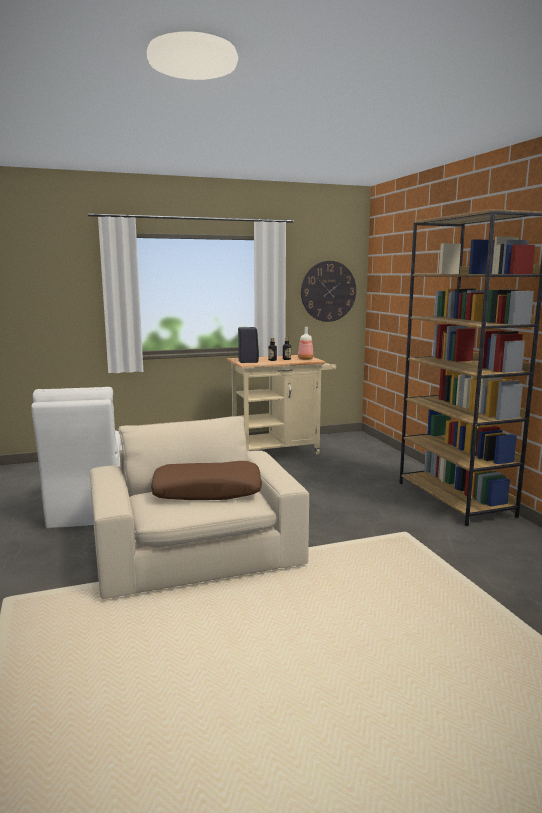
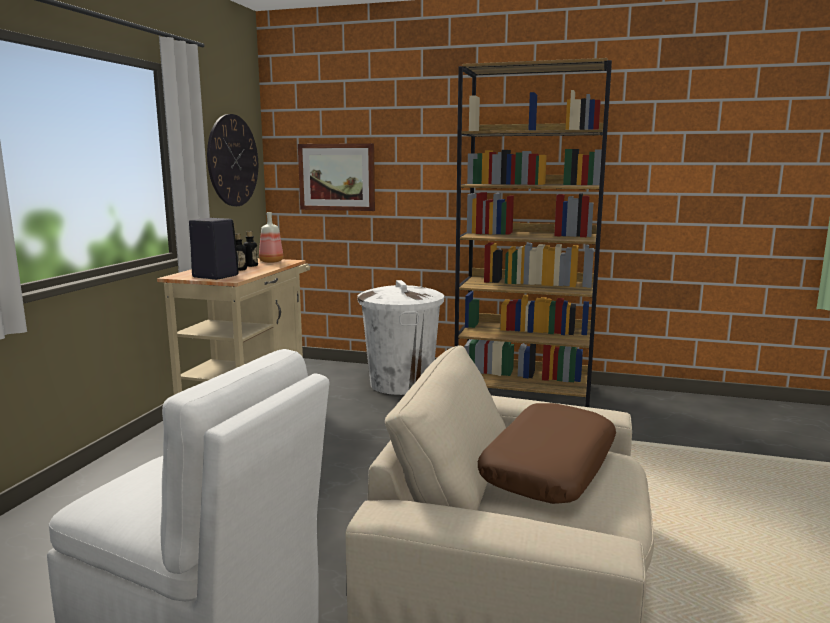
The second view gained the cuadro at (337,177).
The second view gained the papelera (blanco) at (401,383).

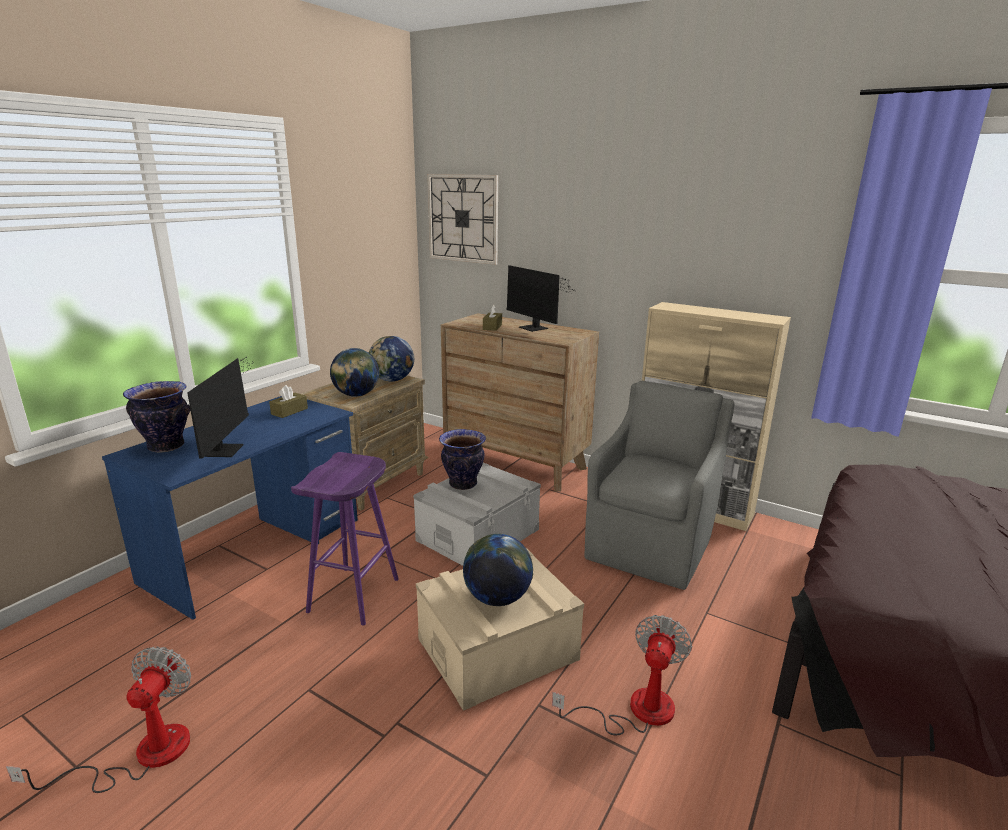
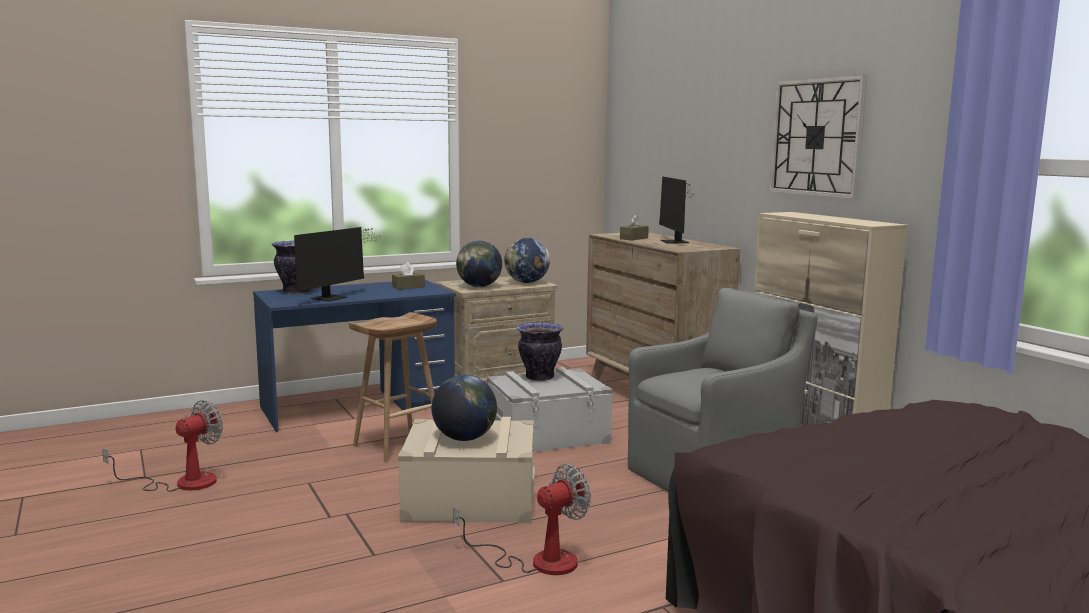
The reloj de pared ended up elsewhere, having gone from (463,218) to (816,137).
What was the taburete (morado) at (354,596) turned into the taburete (marrón) at (398,446).

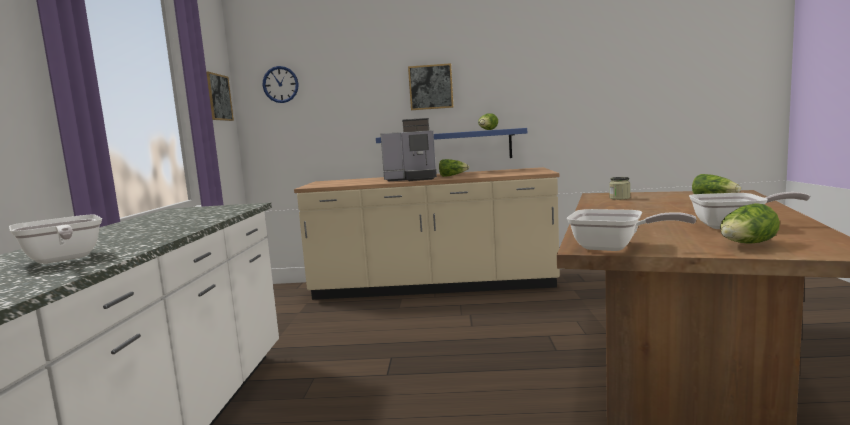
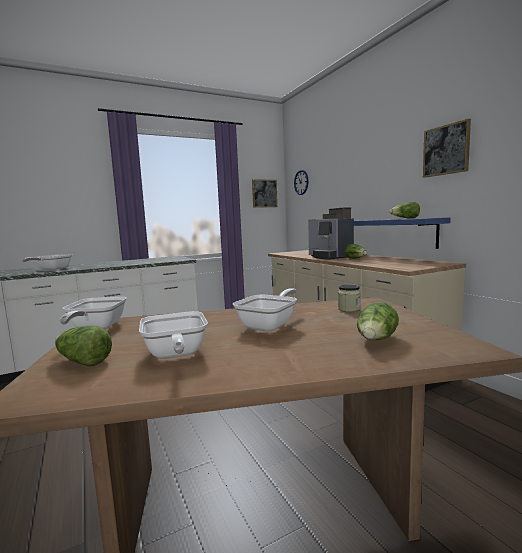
The second view gained the sartén at (270,325).
The cuadro ended up elsewhere, having gone from (430,87) to (446,150).

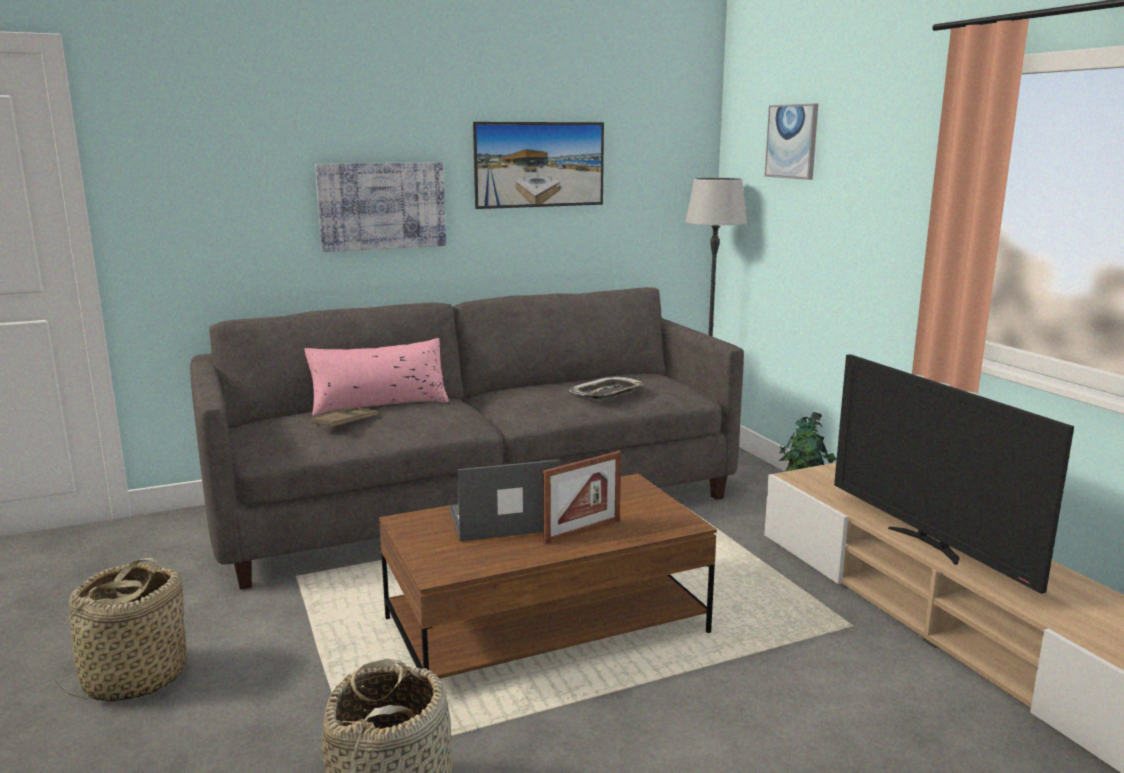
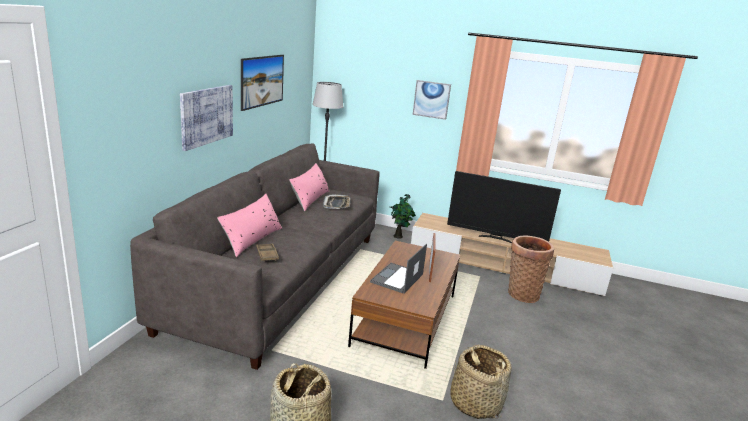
The second view gained the cojín (rosa) at (310,199).
The second view gained the cesta at (522,293).
The cuadro ended up elsewhere, having gone from (792,141) to (431,99).

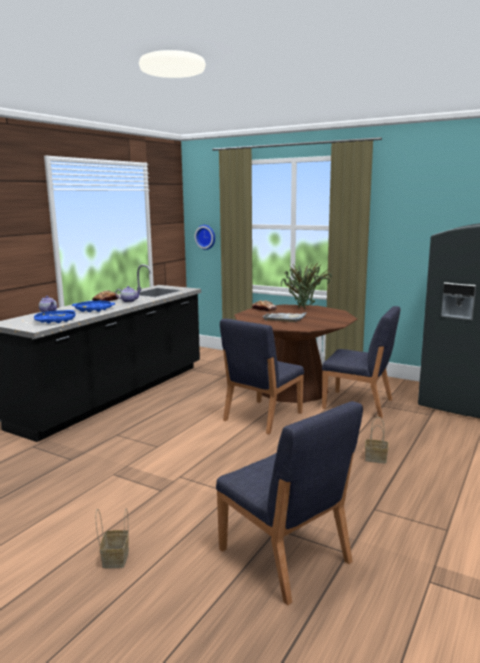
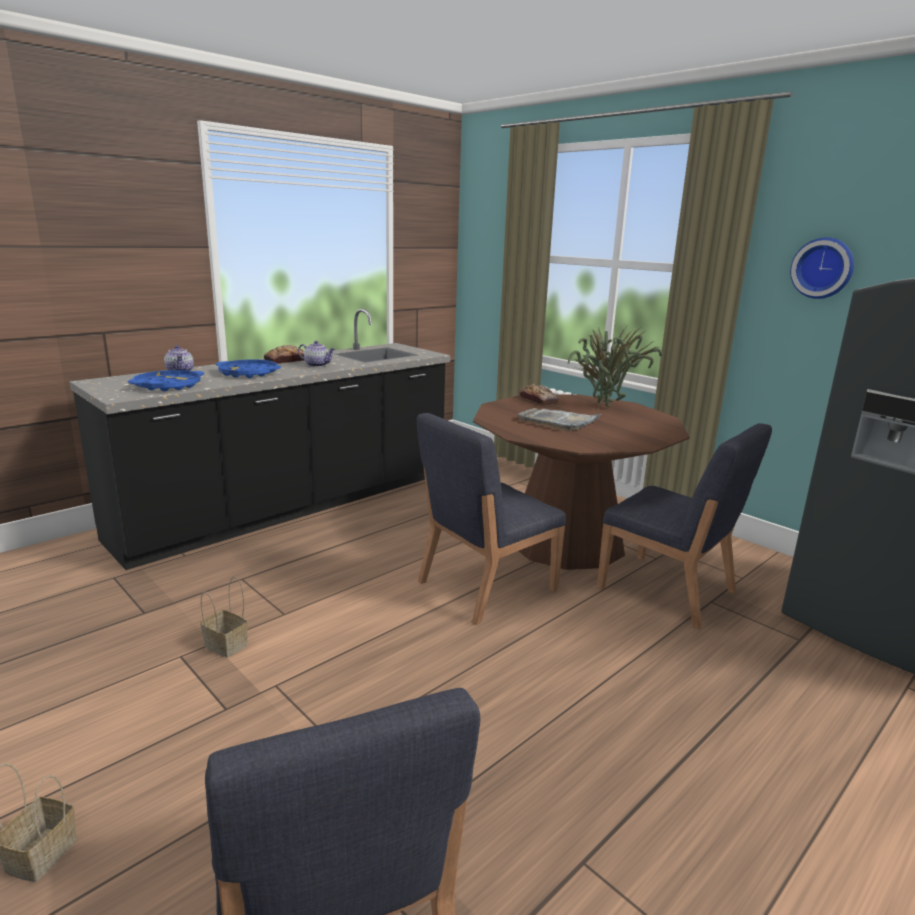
The reloj de pared ended up elsewhere, having gone from (206,237) to (823,268).
The cesta ended up elsewhere, having gone from (376,458) to (227,645).

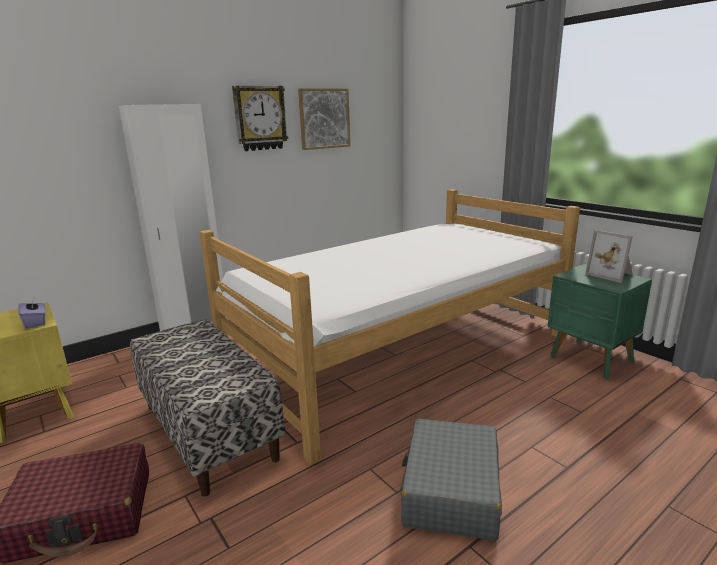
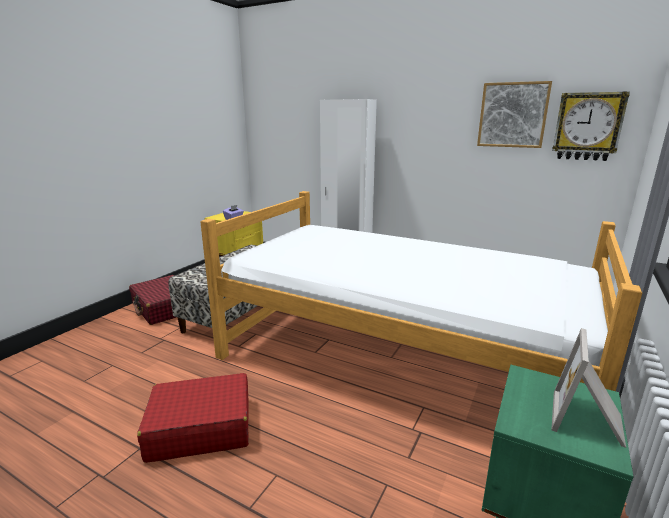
The reloj de pared ended up elsewhere, having gone from (260,118) to (587,126).
What was the maleta (gris) at (450,490) turned into the maleta (rojo) at (200,428).

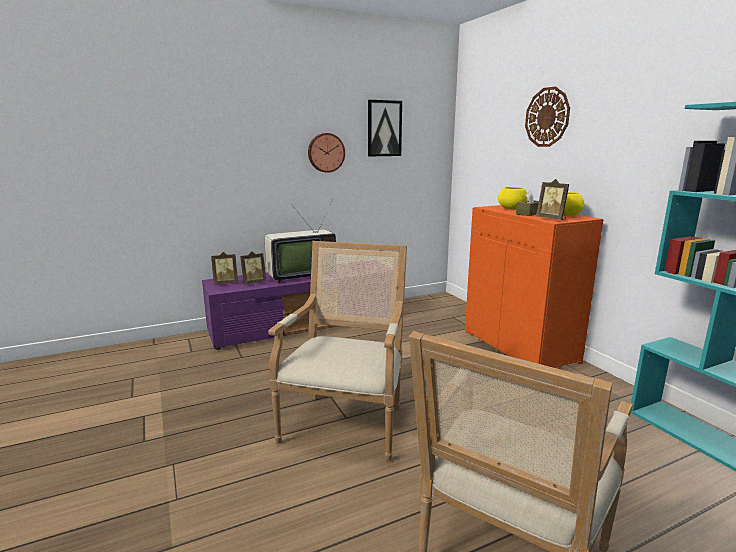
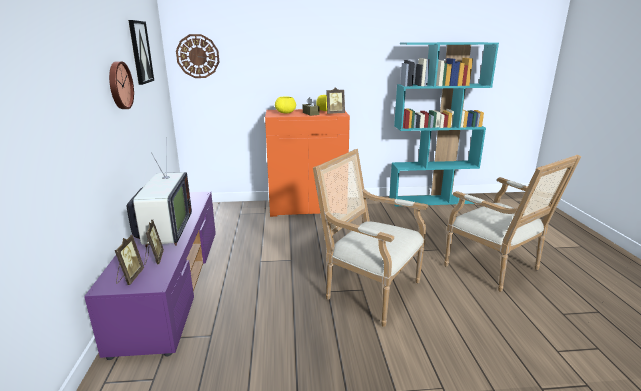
The reloj de pared ended up elsewhere, having gone from (547,117) to (198,56).

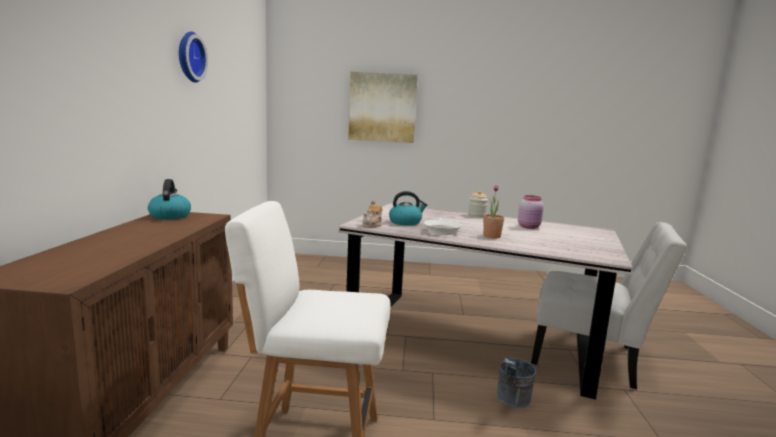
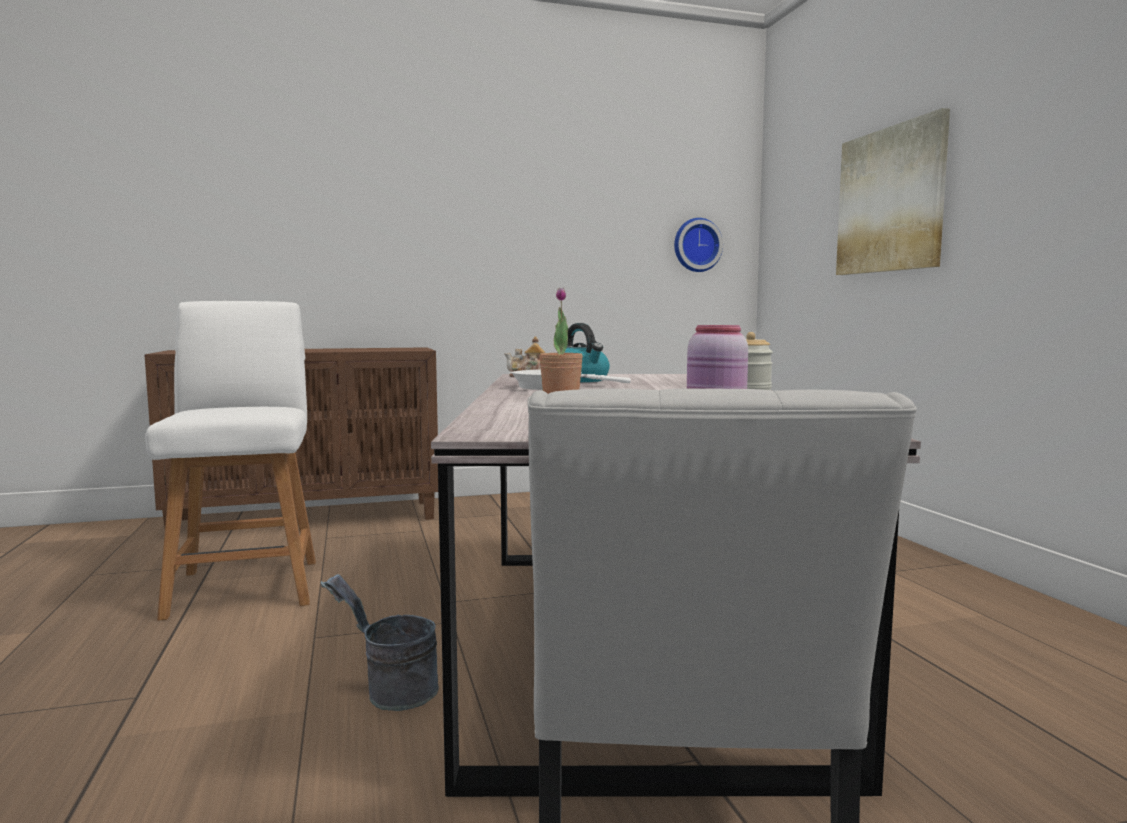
The second view lost the hervidor at (170,216).
The reloj de pared ended up elsewhere, having gone from (189,57) to (696,245).

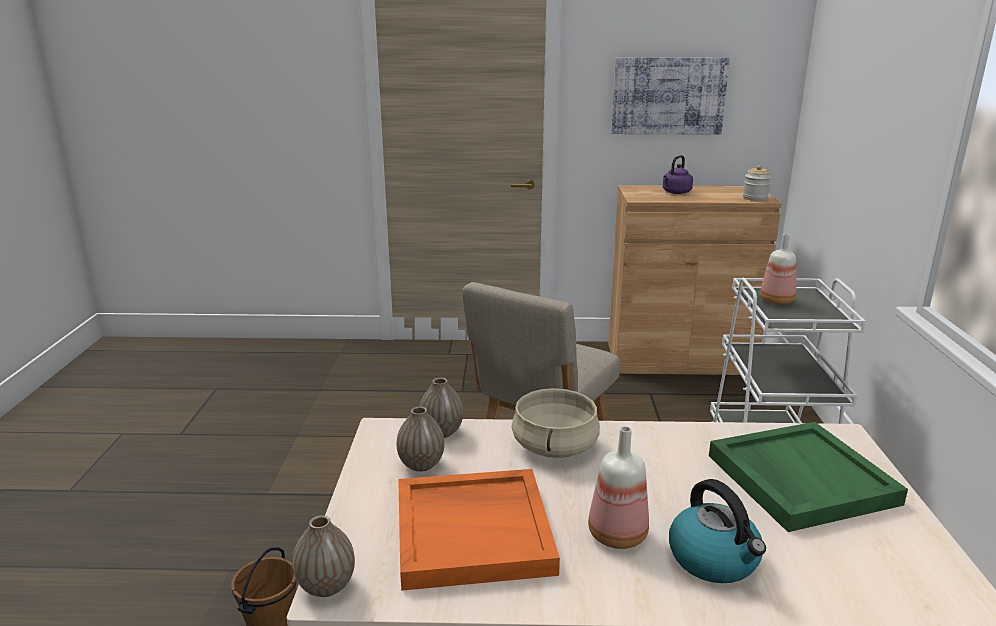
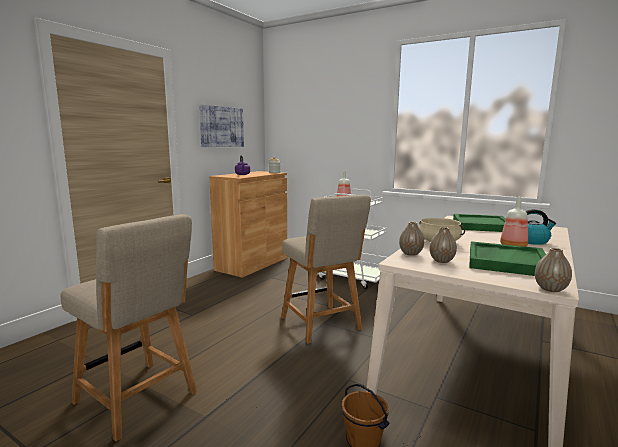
The second view gained the silla (beis) at (139,399).
What was the bandeja (naranja) at (474,531) turned into the bandeja (verde) at (506,262).

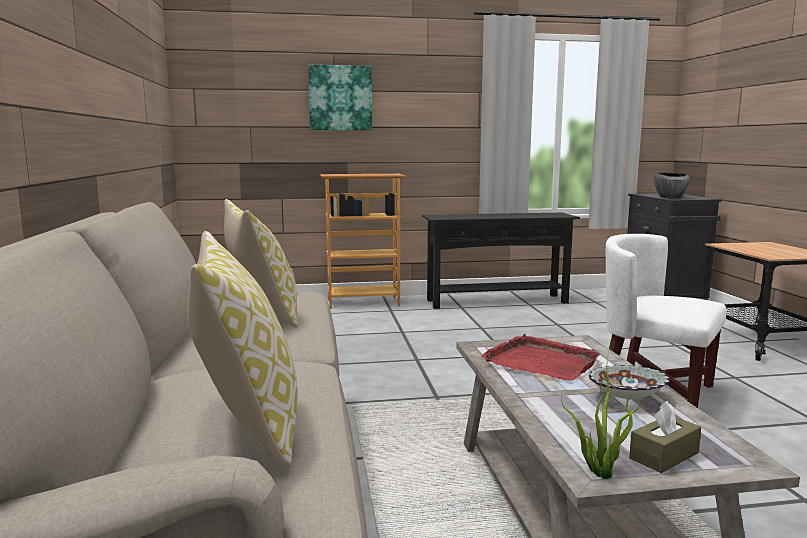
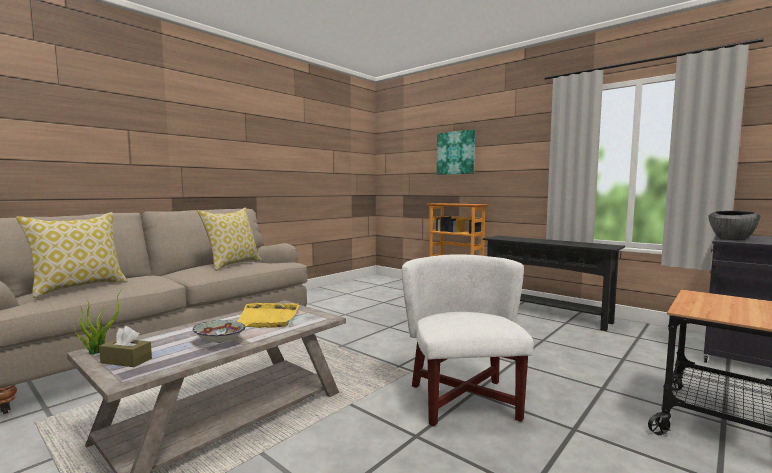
What was the bandeja (rojo) at (541,362) turned into the bandeja (amarillo) at (268,318).

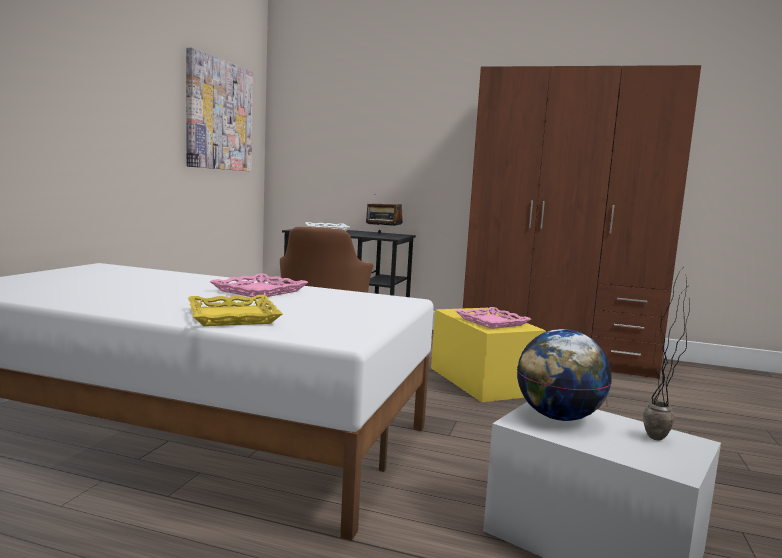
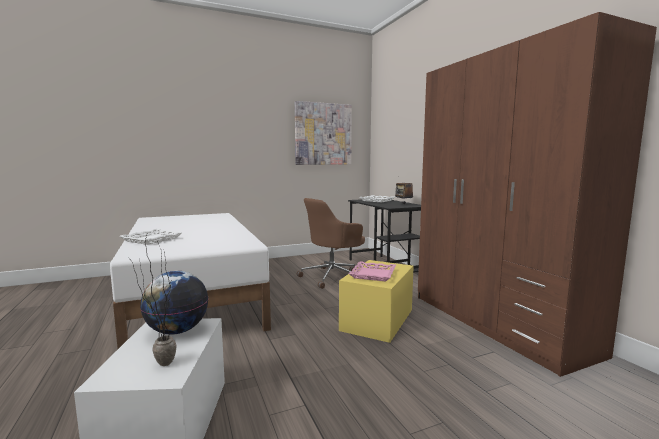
The second view lost the bandeja (rosa) at (260,291).
What was the bandeja (amarillo) at (232,317) turned into the bandeja (blanco) at (151,239).

